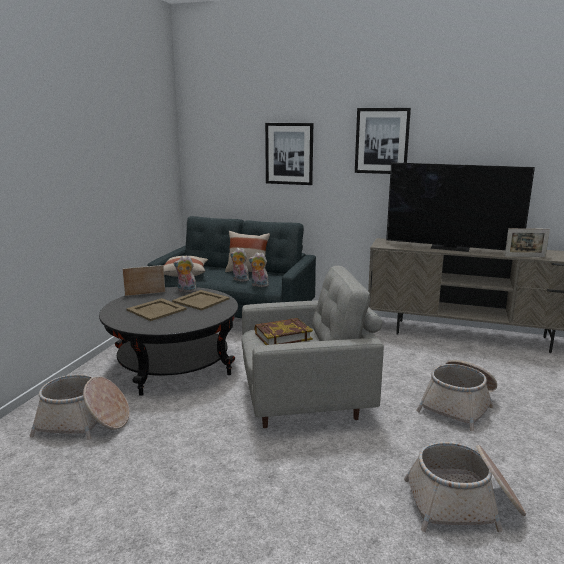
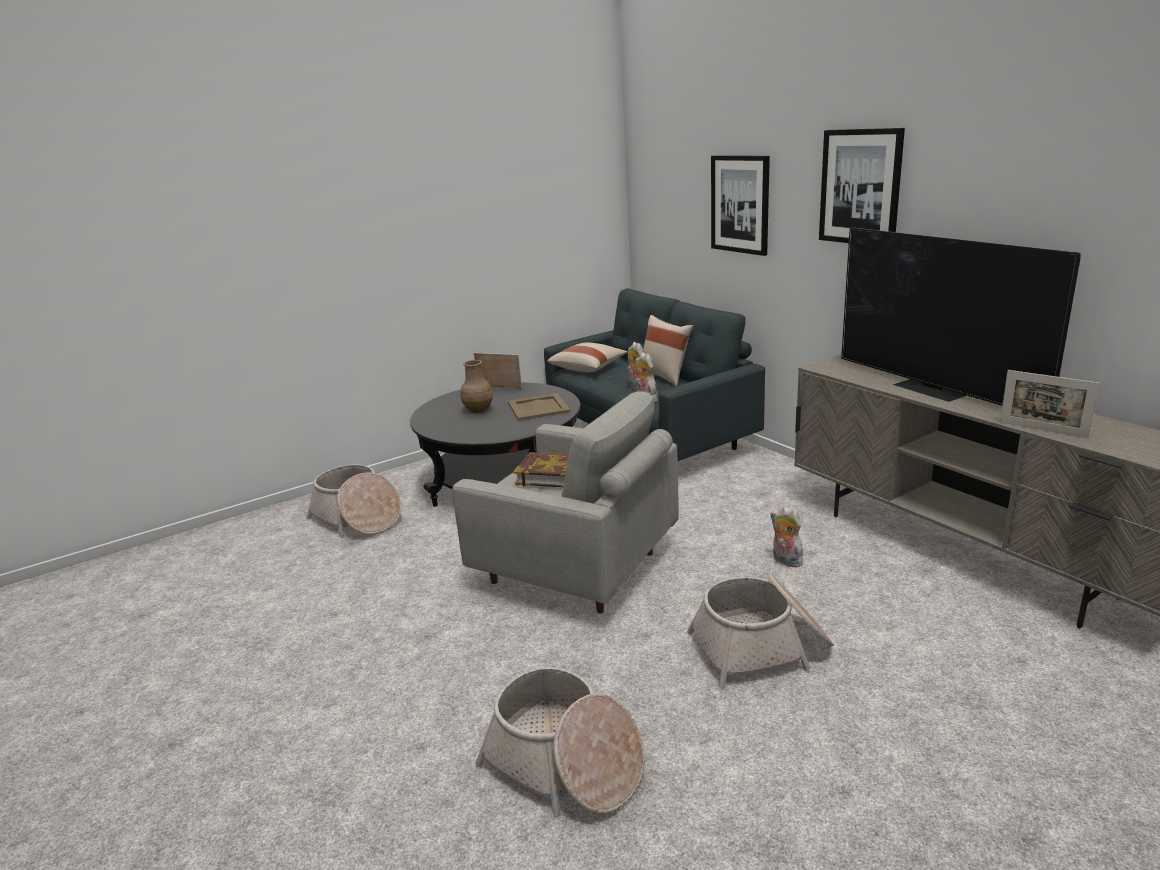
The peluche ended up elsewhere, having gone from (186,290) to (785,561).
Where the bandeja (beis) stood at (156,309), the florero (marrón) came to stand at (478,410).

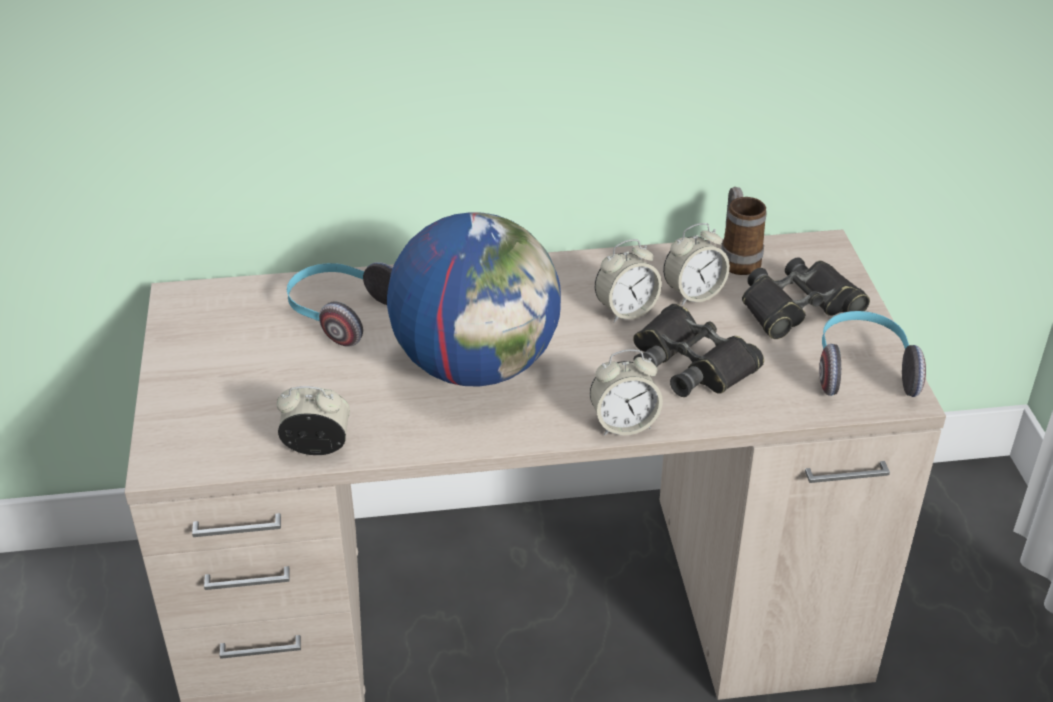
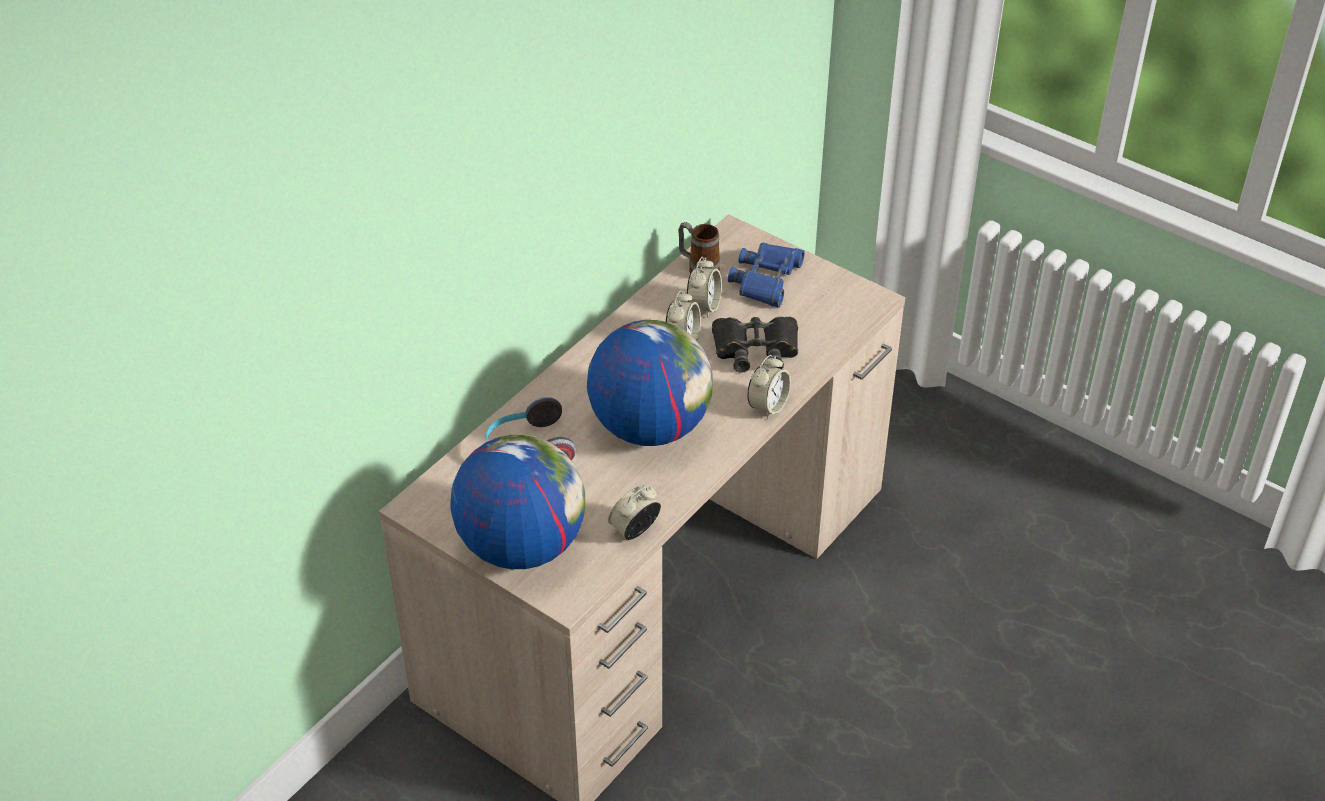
The second view lost the auriculares at (862,369).
The second view gained the globo terráqueo at (521,545).
What was the prismáticos (negro) at (798,307) turned into the prismáticos (azul) at (766,279).

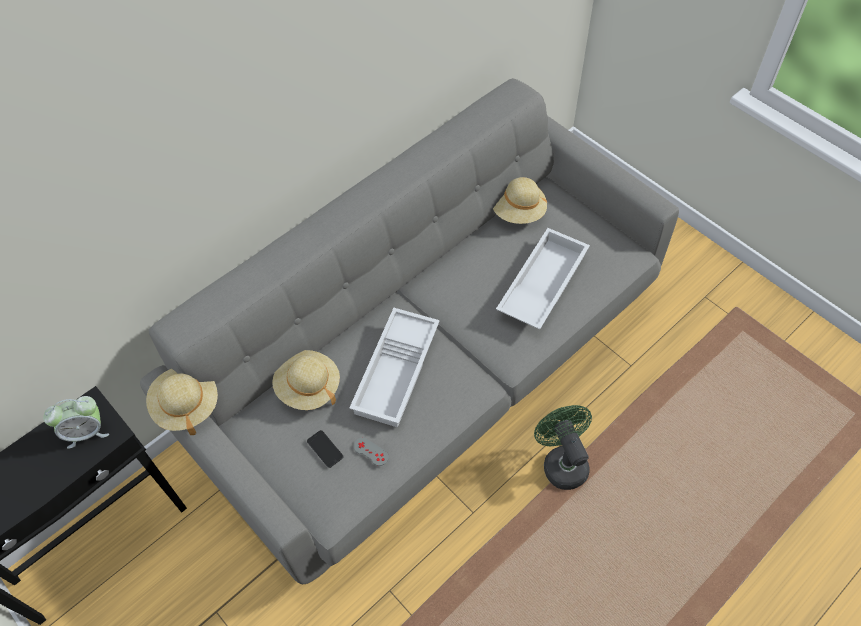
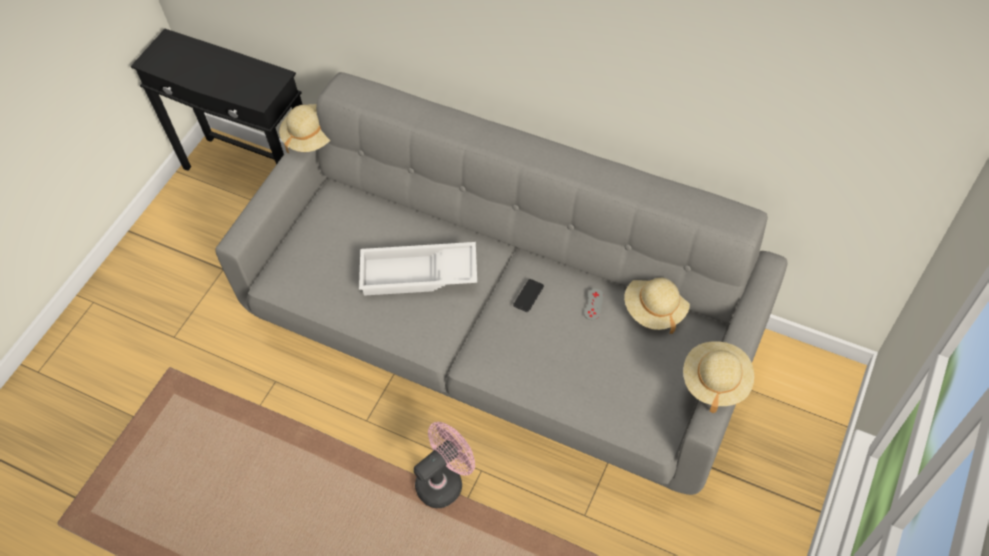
The second view lost the despertador at (86,432).
The second view lost the bandeja (blanco) at (541,283).
The sombrero (beis) ended up elsewhere, having gone from (308,387) to (715,381).
The móvil ended up elsewhere, having gone from (325,449) to (528,296).
The mando de consola (gris) ended up elsewhere, having gone from (371,451) to (593,304).
What was the ventilador (verde) at (562,462) turned into the ventilador (rosa) at (445,480).

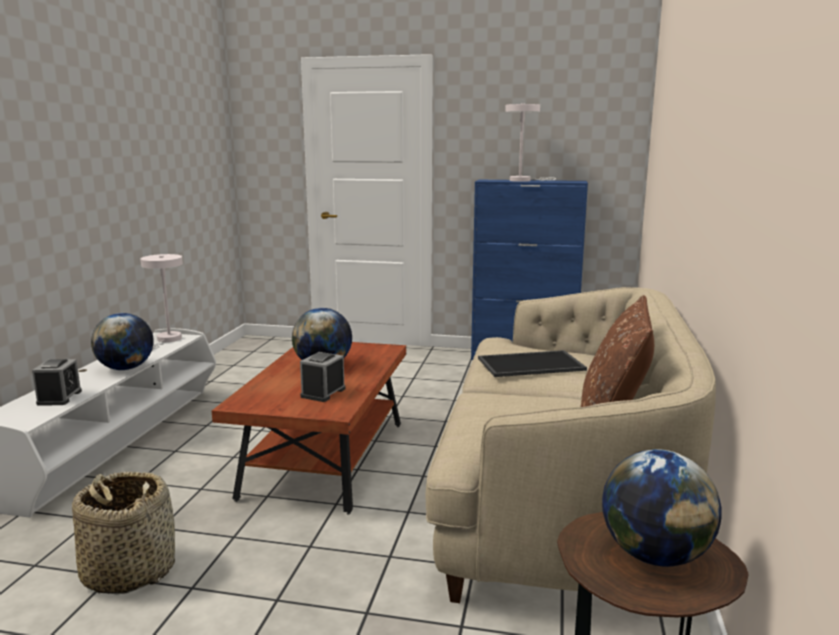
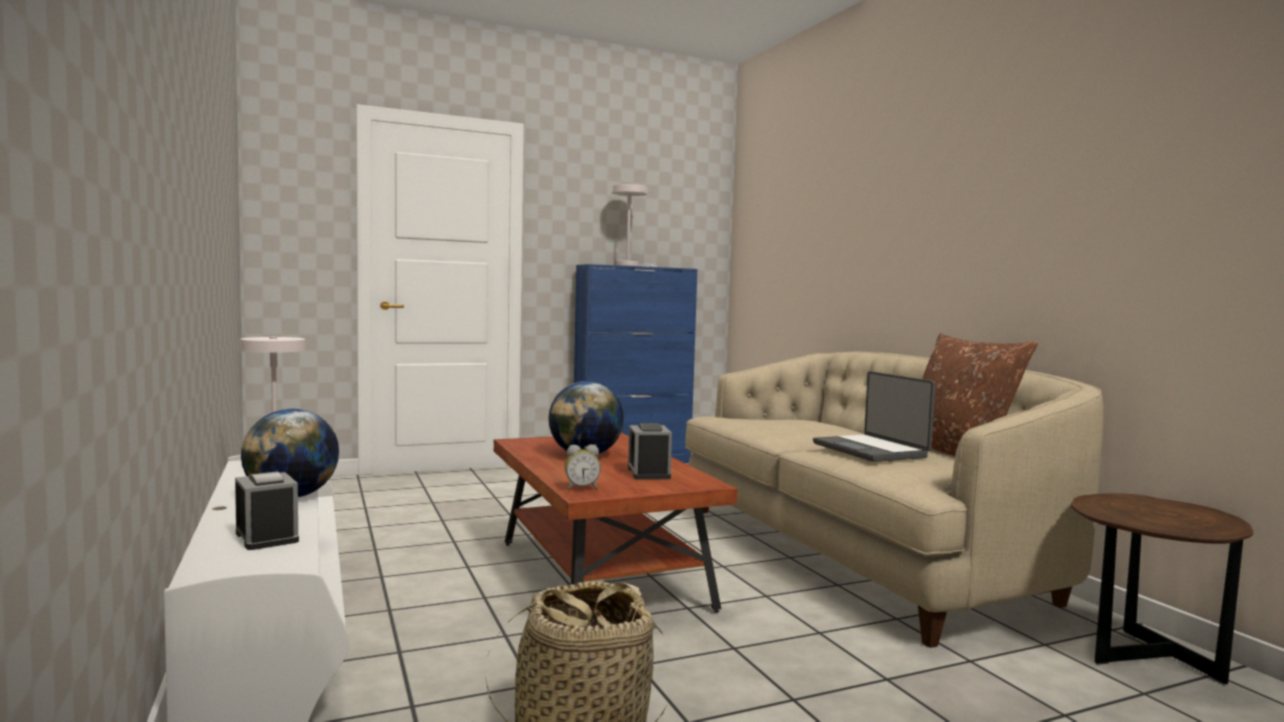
The second view lost the bandeja at (531,364).
The second view lost the globo terráqueo at (654,555).
The second view gained the despertador at (581,488).
The second view gained the portátil at (871,450).

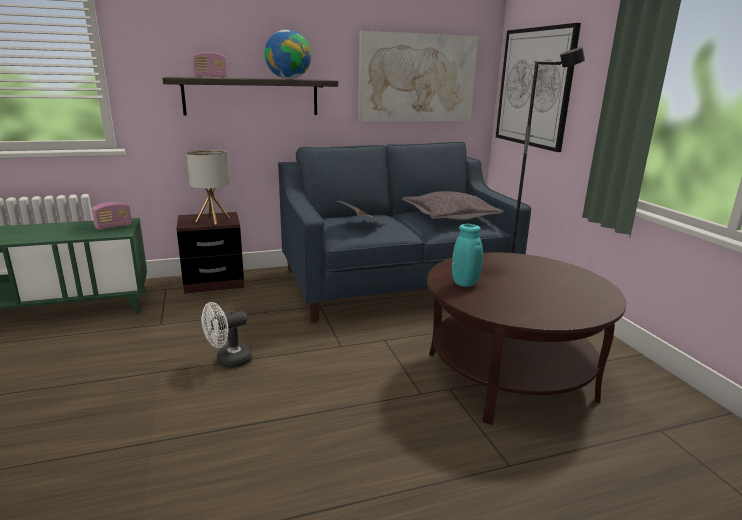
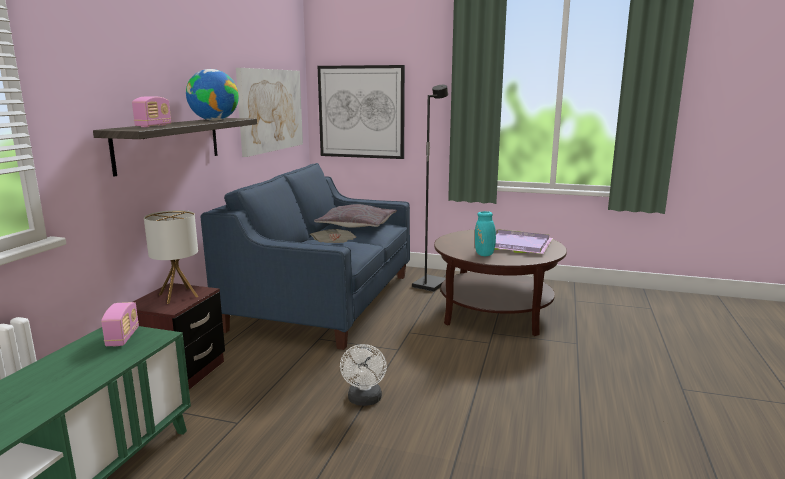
The second view gained the bandeja (morado) at (516,245).

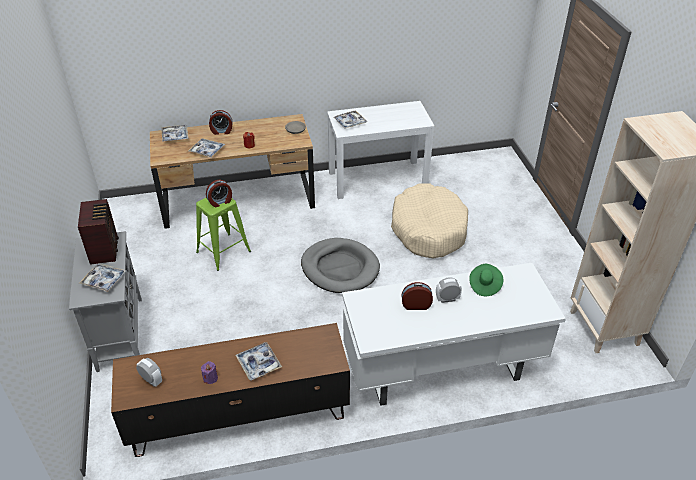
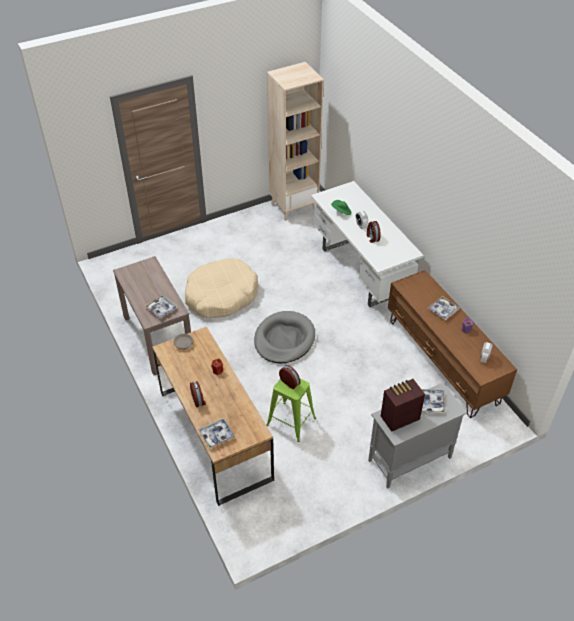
The second view lost the bandeja at (207,151).
What was the mesa consola (blanco) at (378,179) turned into the mesa consola (marrón) at (158,337).

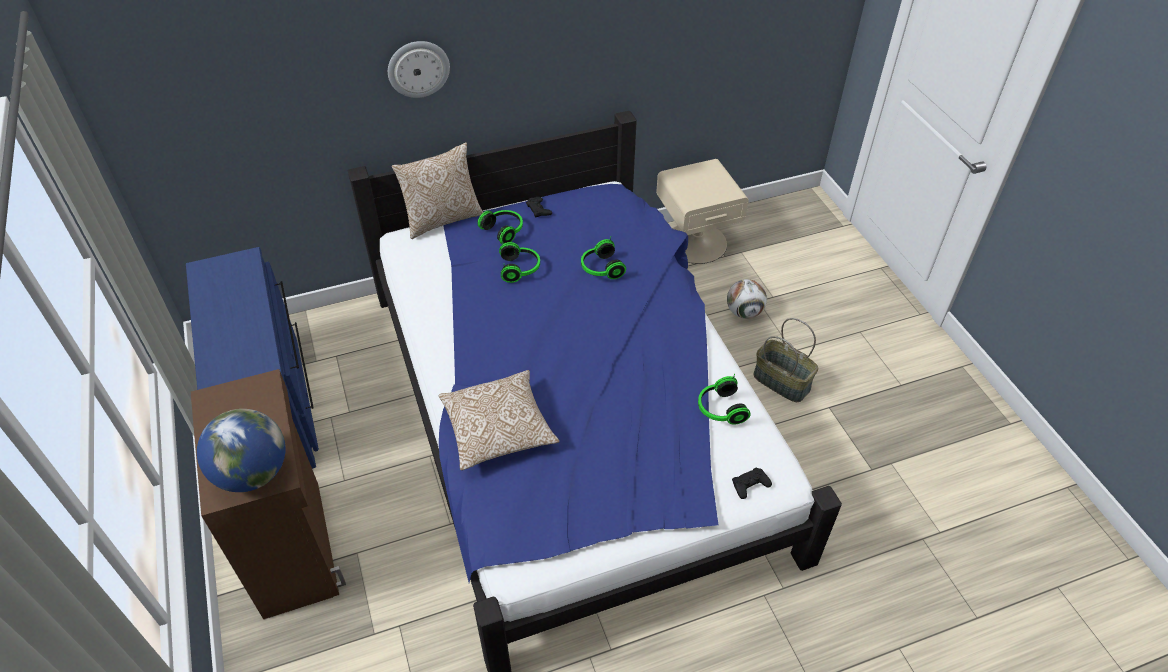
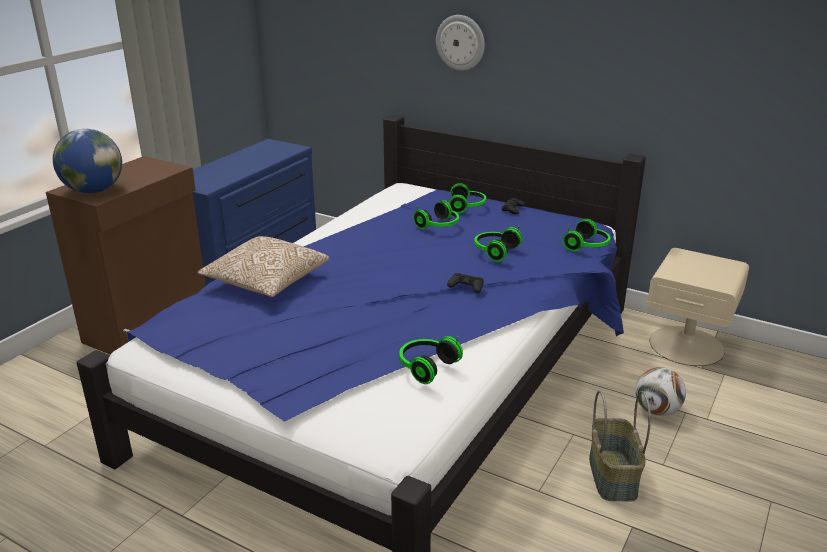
The second view lost the cojín at (442,219).
The second view gained the auriculares at (588,246).
The mando de consola (negro) ended up elsewhere, having gone from (750,485) to (466,286).

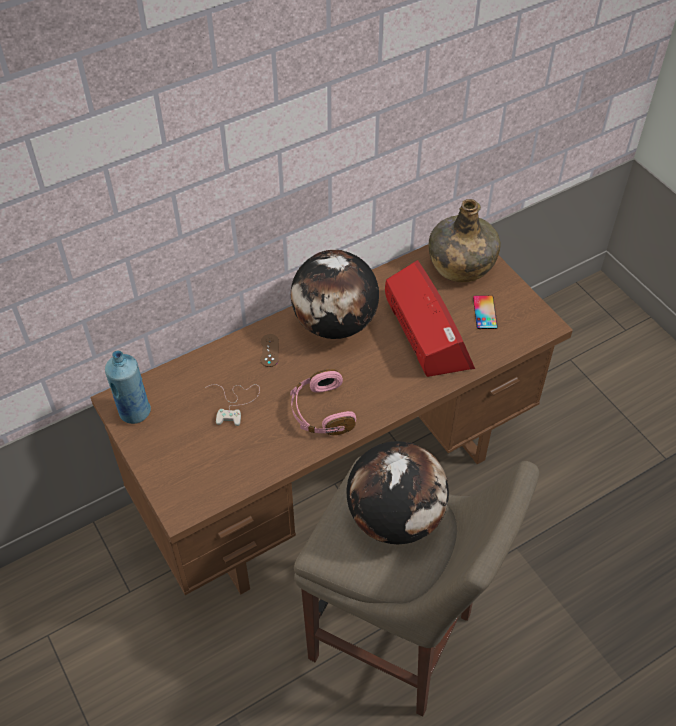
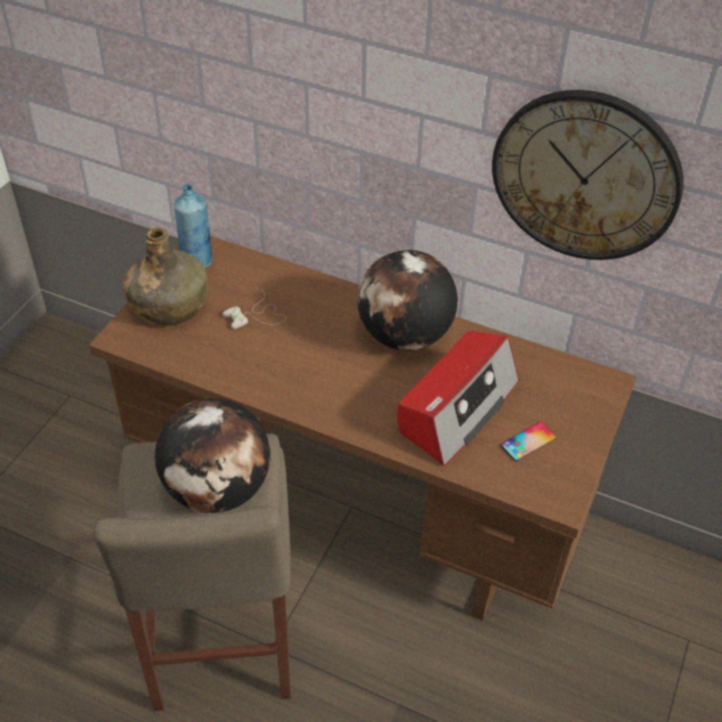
The second view lost the mando de consola (marrón) at (269,350).
The second view lost the auriculares (rosa) at (321,412).
The second view gained the reloj de pared at (585,176).
The botella (verde) ended up elsewhere, having gone from (460,264) to (169,306).

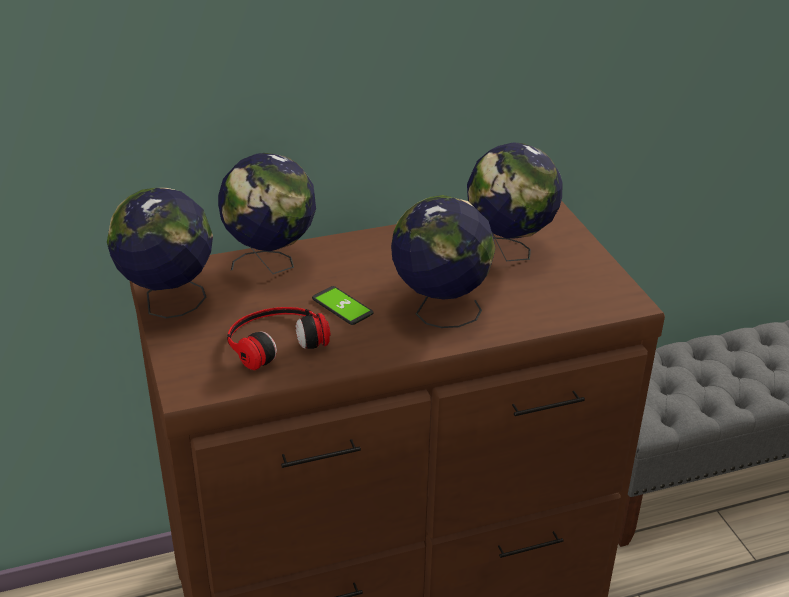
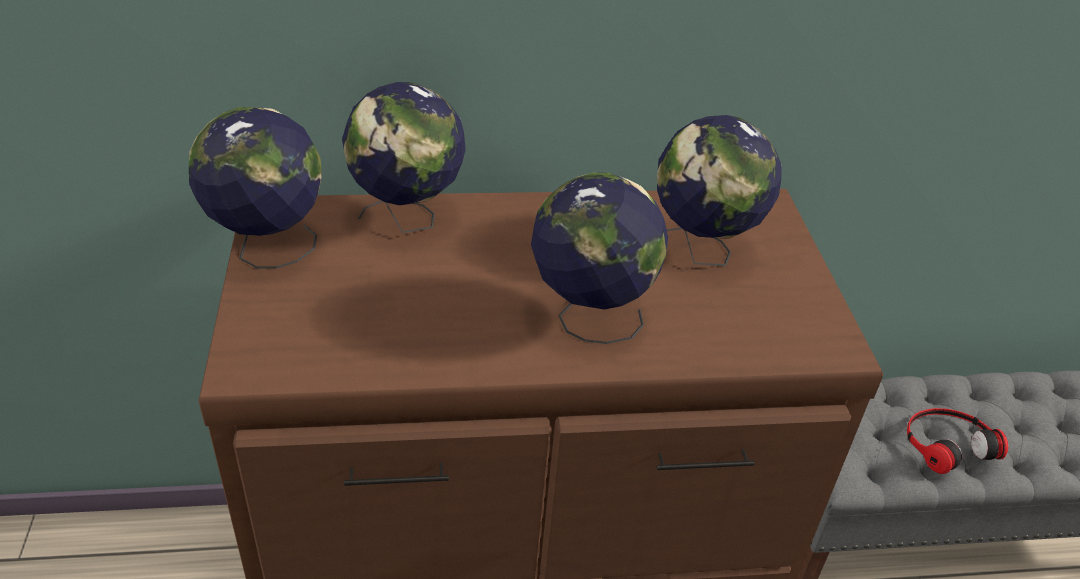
The second view lost the móvil at (342,306).
The auriculares ended up elsewhere, having gone from (275,340) to (947,442).

